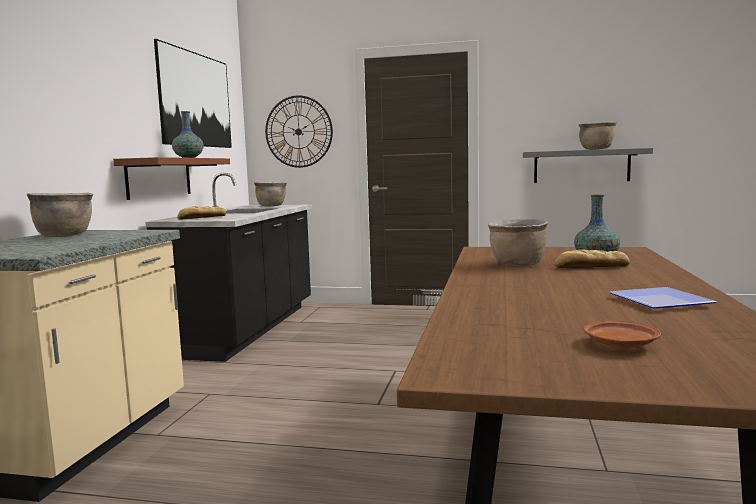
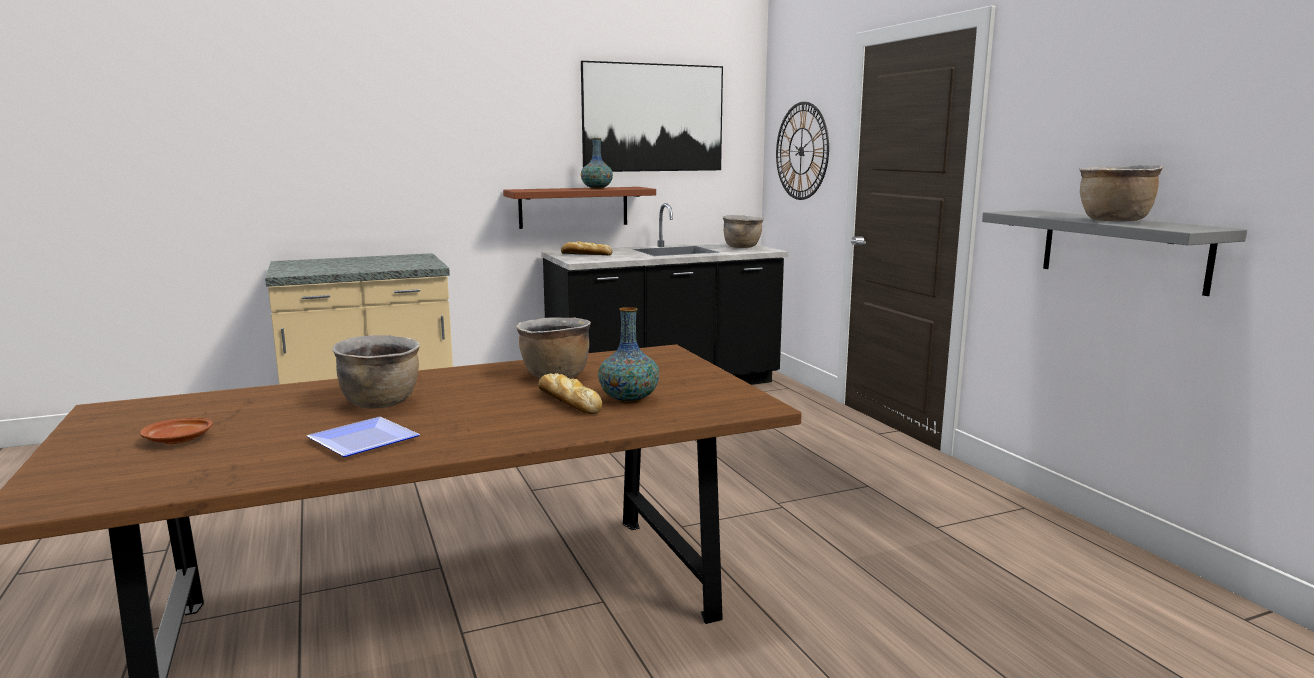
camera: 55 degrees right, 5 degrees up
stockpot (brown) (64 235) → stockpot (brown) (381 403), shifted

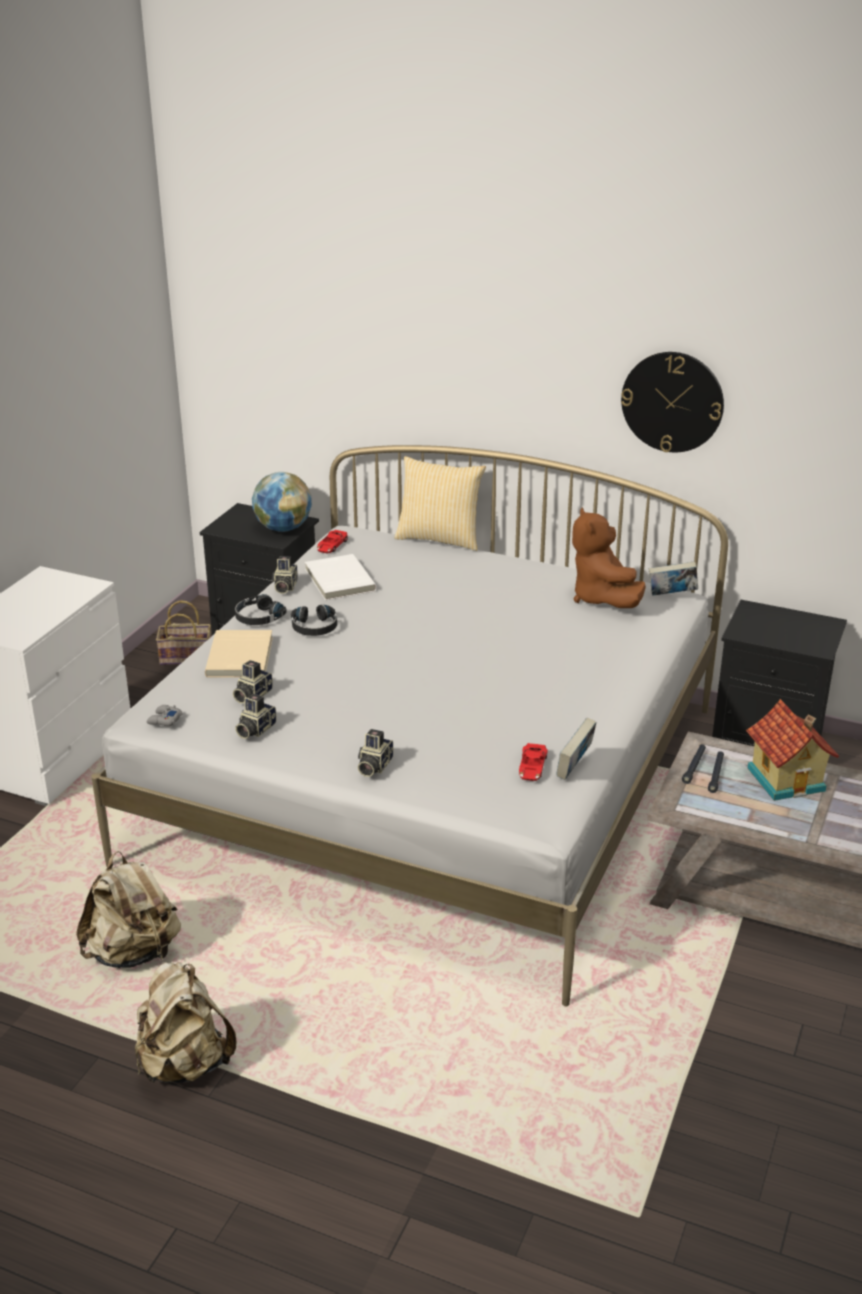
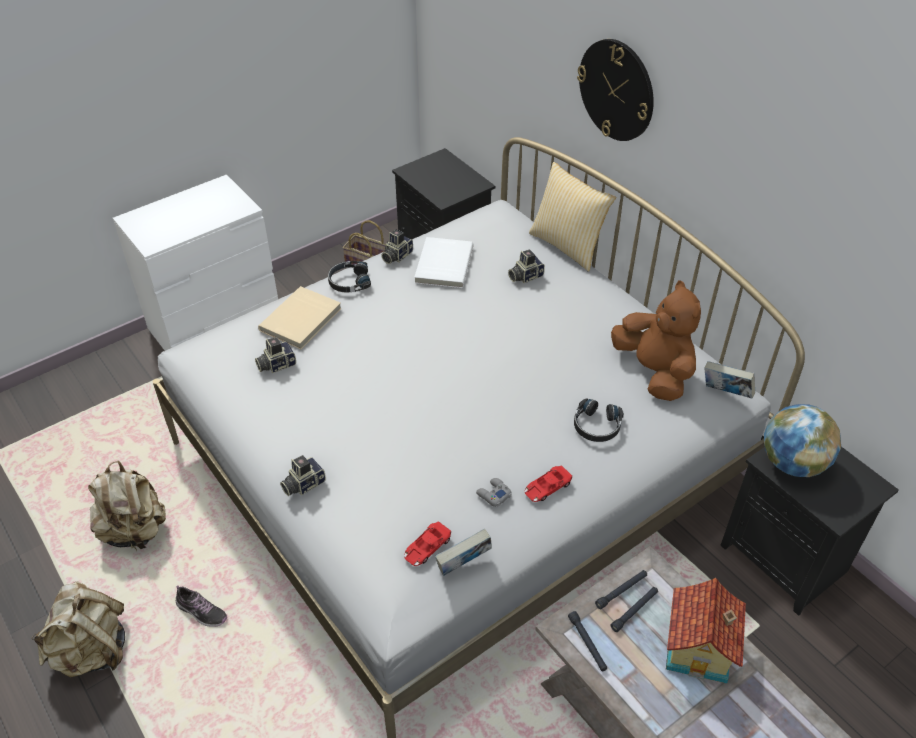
camera: 30 degrees right, 15 degrees up
clock on the wall (672 402) → clock on the wall (616 90), shifted
desk globe (283 528) → desk globe (792 463), shifted
soft toy (brown) (602 598) → soft toy (brown) (654 372), 135 degrees clockwise
toy car (red) (331 545) → toy car (red) (547 487), shifted
pair of headphones (black-coloured) (314 627) → pair of headphones (black-coloured) (596 426), shifted
still camera (254 729) → still camera (525 276), shifted
game controller (gray) (164 720) → game controller (gray) (493 494), shifted
- → shoe (201 612)
- → flashlight (black-coloured) (587 643)

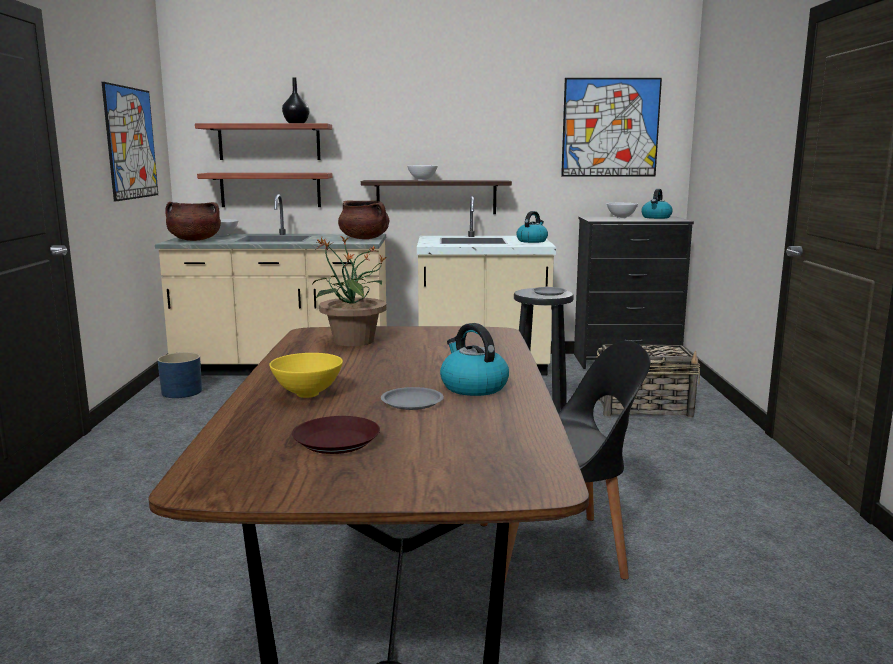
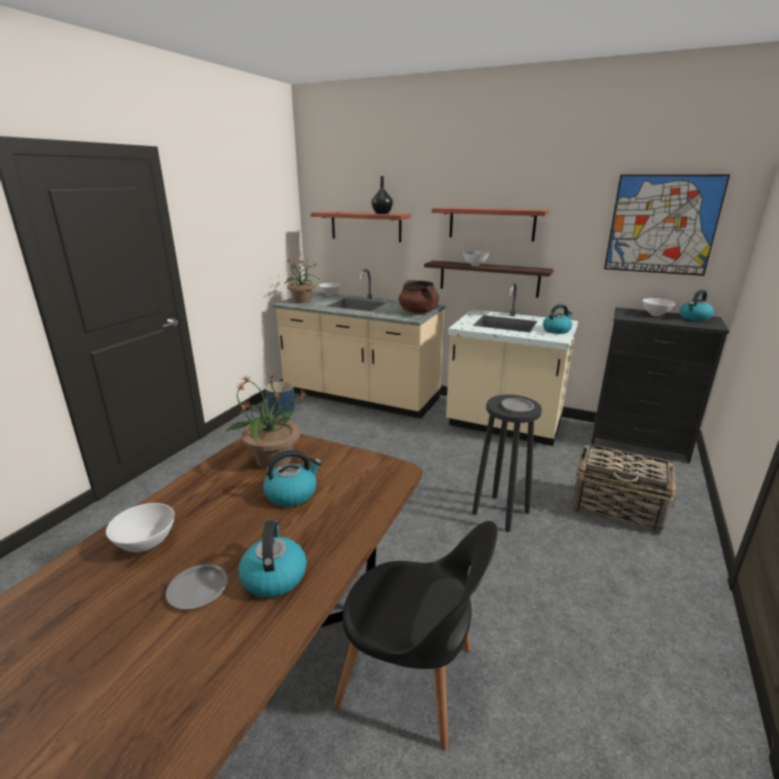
camera: 25 degrees right, 10 degrees up
wall picture (131 143) → -
shelf (270 190) → shelf (491 223), shifted
stockpot (brown) (194 240) → plant in a pot (302 301)
bowl (yellow-coloured) (308 394) → bowl (white-coloured) (146 545)
dinner plate (brown) (337 442) → -
- → water kettle (292 494)

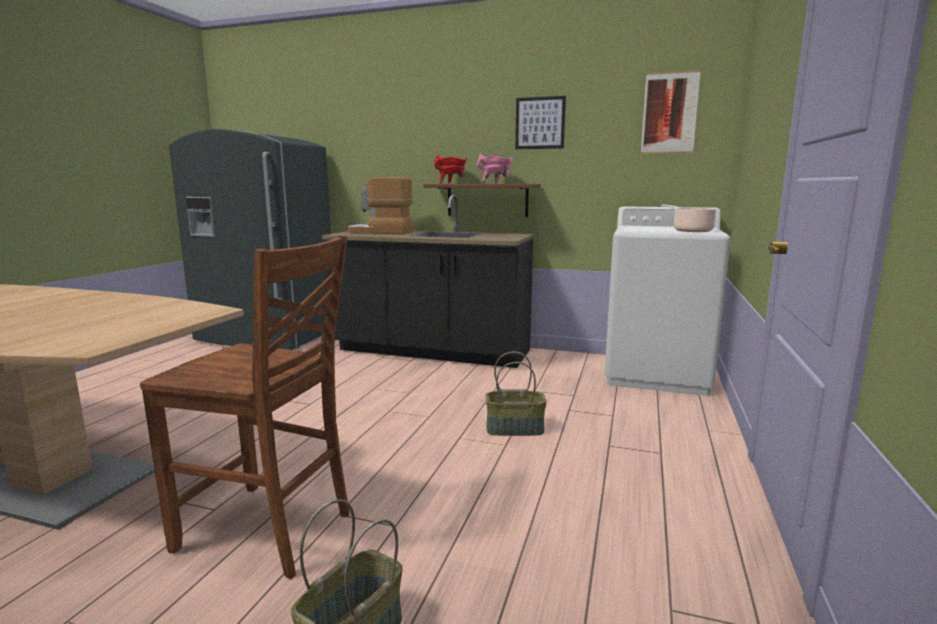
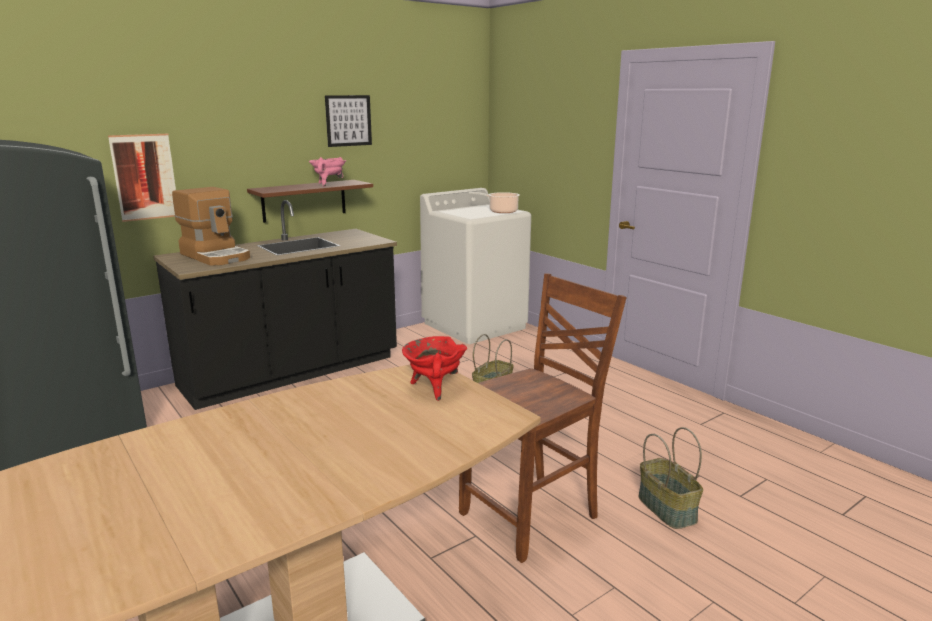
camera: 55 degrees left, 5 degrees up
wall picture (669 113) → wall picture (145 177), shifted
stockpot (red) (451 183) → stockpot (red) (434 388), shifted
coffee machine (380 232) → coffee machine (216 256), 90 degrees counterclockwise

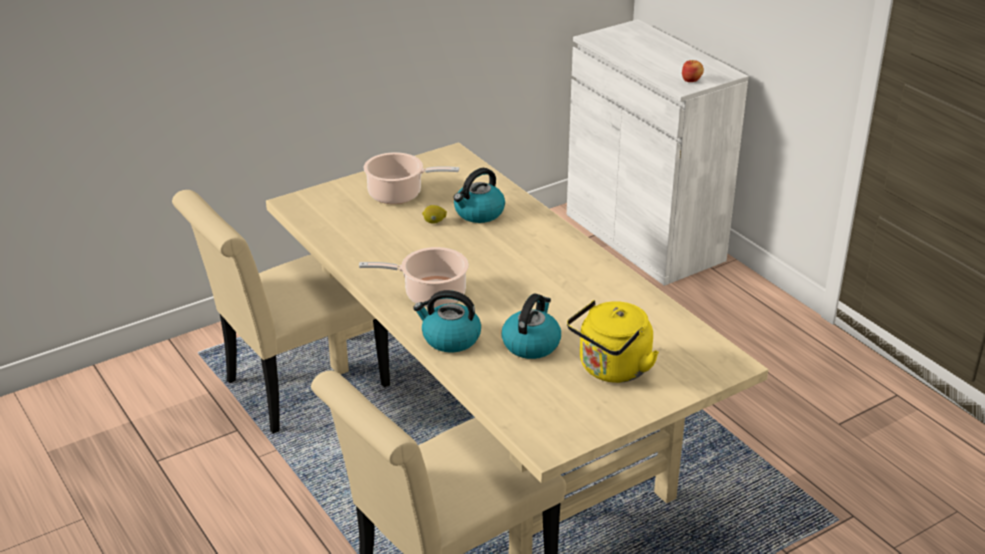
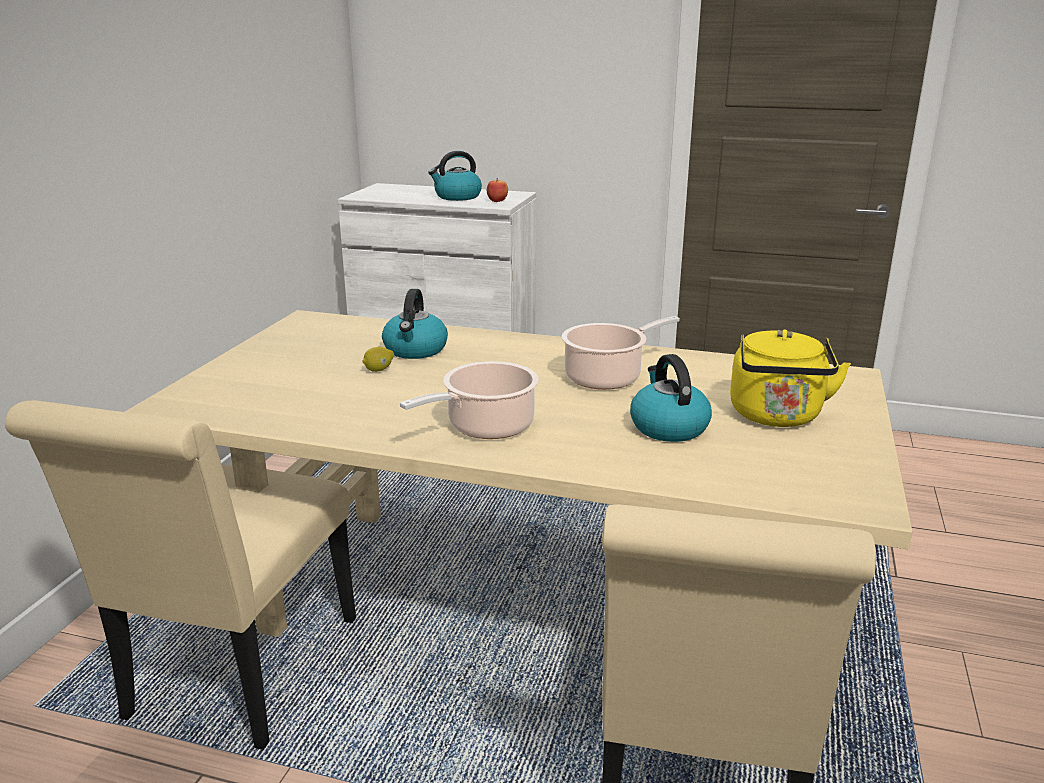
camera: 40 degrees left, 10 degrees down
stockpot (399 194) → stockpot (607 377), shifted
water kettle (450 338) → water kettle (457 197), shifted

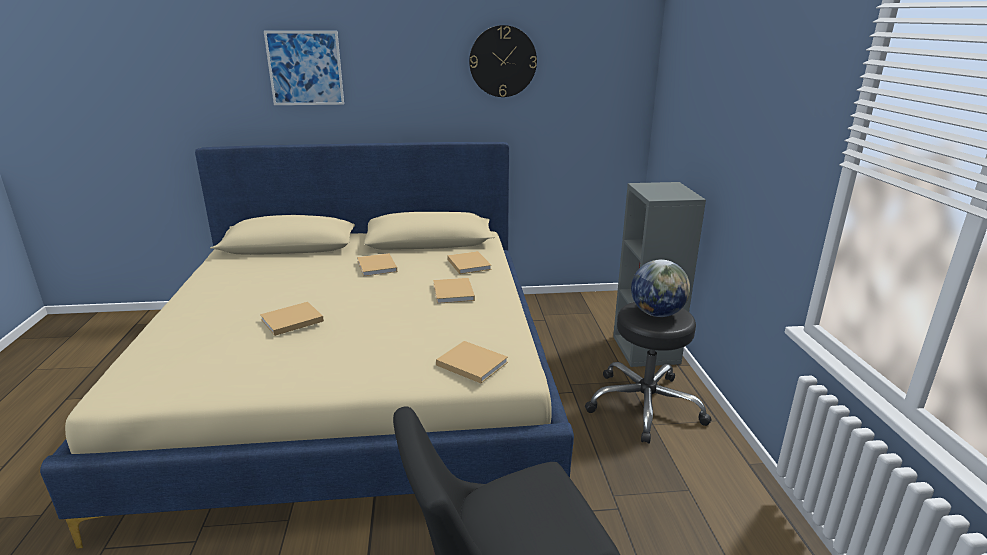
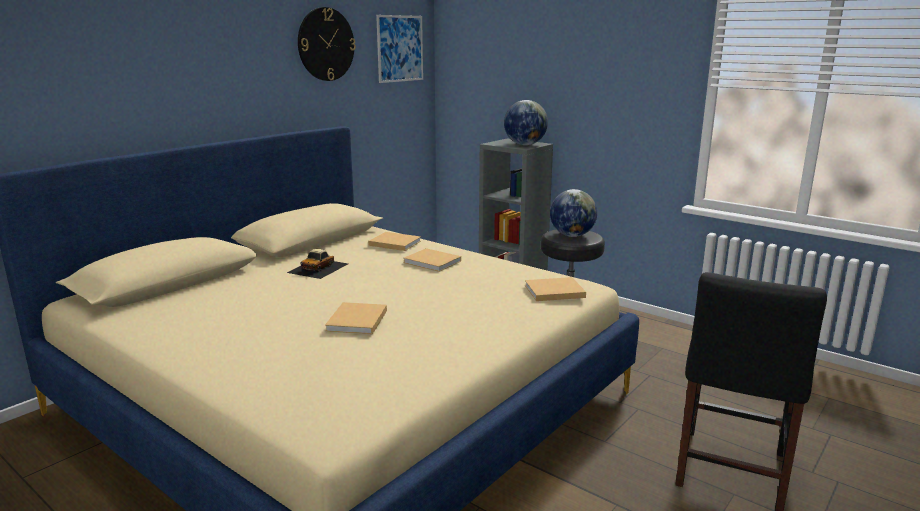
camera: 45 degrees left, 5 degrees down
wall picture (305 68) → wall picture (400 48), shifted
bound book (beige-coloured) (377 267) → toy car (318 268)
- → desk globe (525 144)

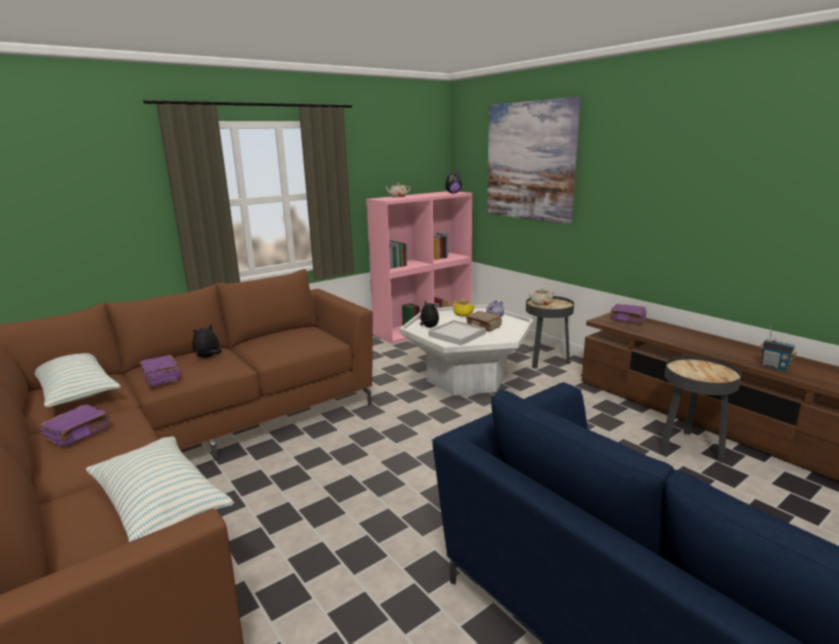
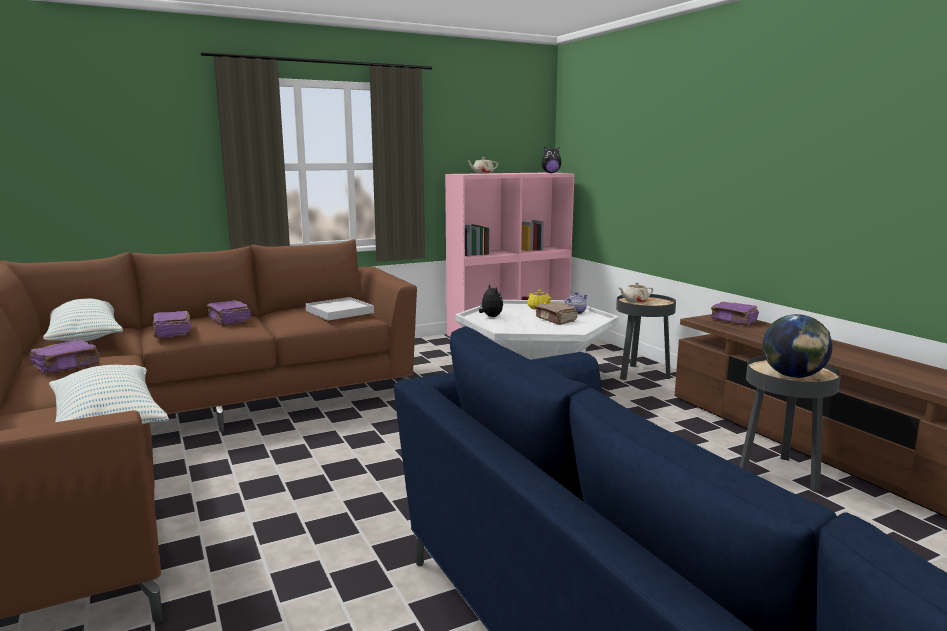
camera: 10 degrees right, 5 degrees down
wall picture (530 161) → -
carrying tray (white-coloured) (457 335) → carrying tray (white-coloured) (339 312), shifted
soft toy (208 357) → bound book (purple-coloured) (229 320)
radio (774 367) → -
- → desk globe (793 376)

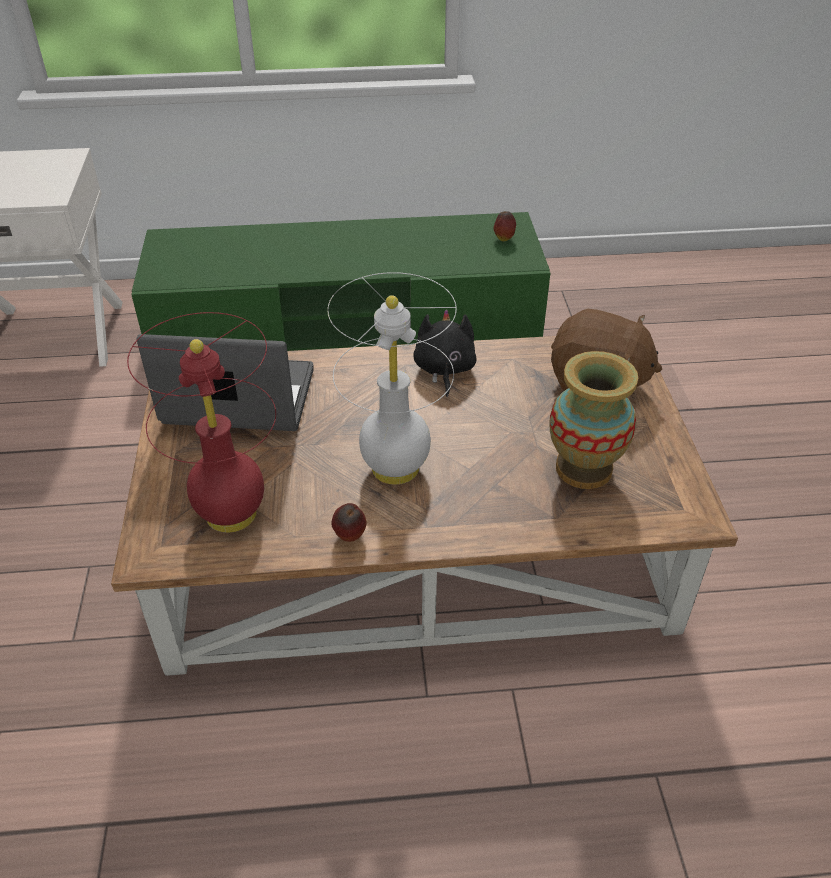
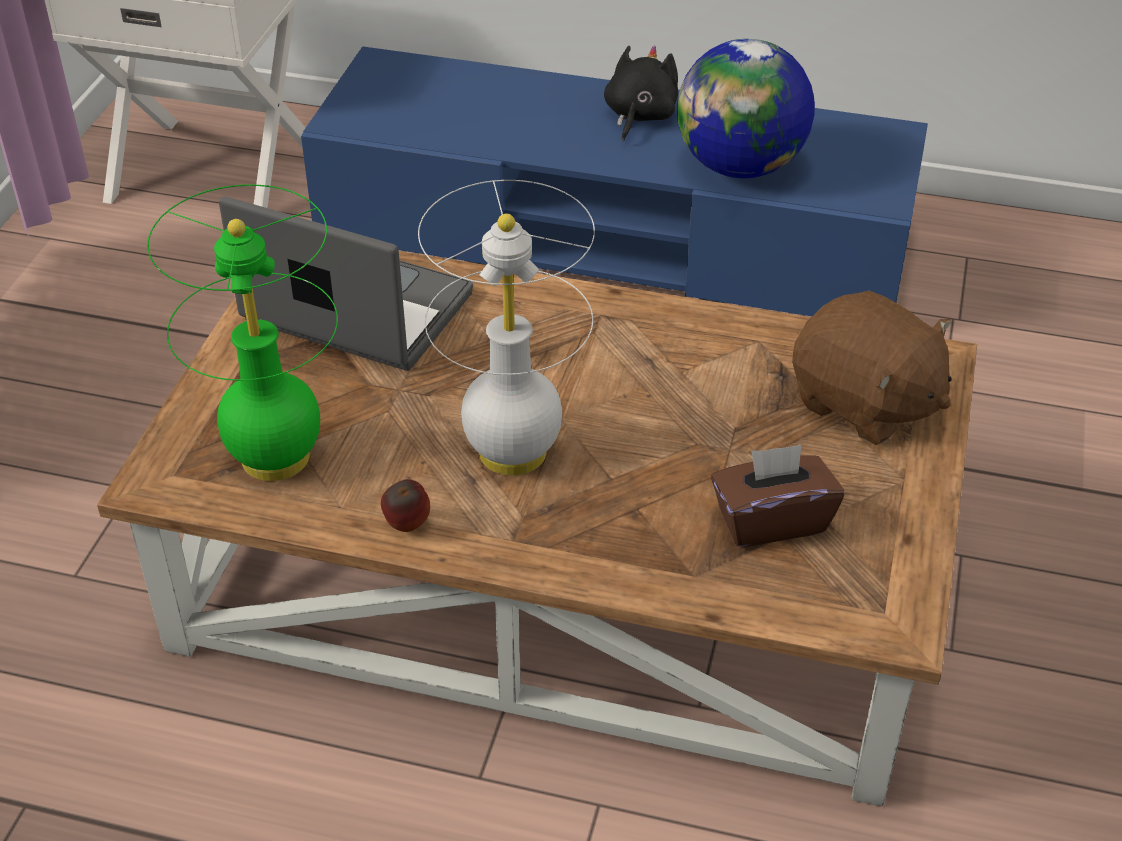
camera: 20 degrees right, 0 degrees up
apple fruit (504 238) → -
tv stand (green) (346 322) → tv stand (bluish) (612 237)
soft toy (black-coloured) (444 369) → soft toy (black-coloured) (639 116), shifted
lamp for a table (red) (231 513) → lamp for a table (green) (275 456)
flower vase (583 469) → tissue box (brown) (771 520)
- → desk globe (740 167)

